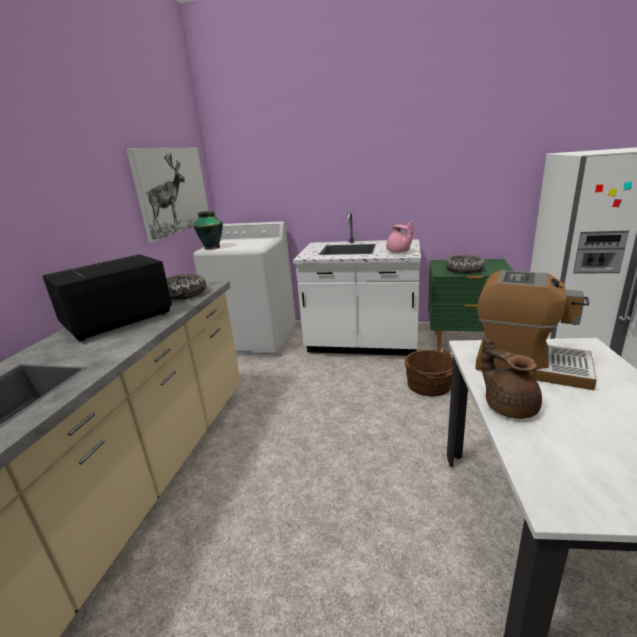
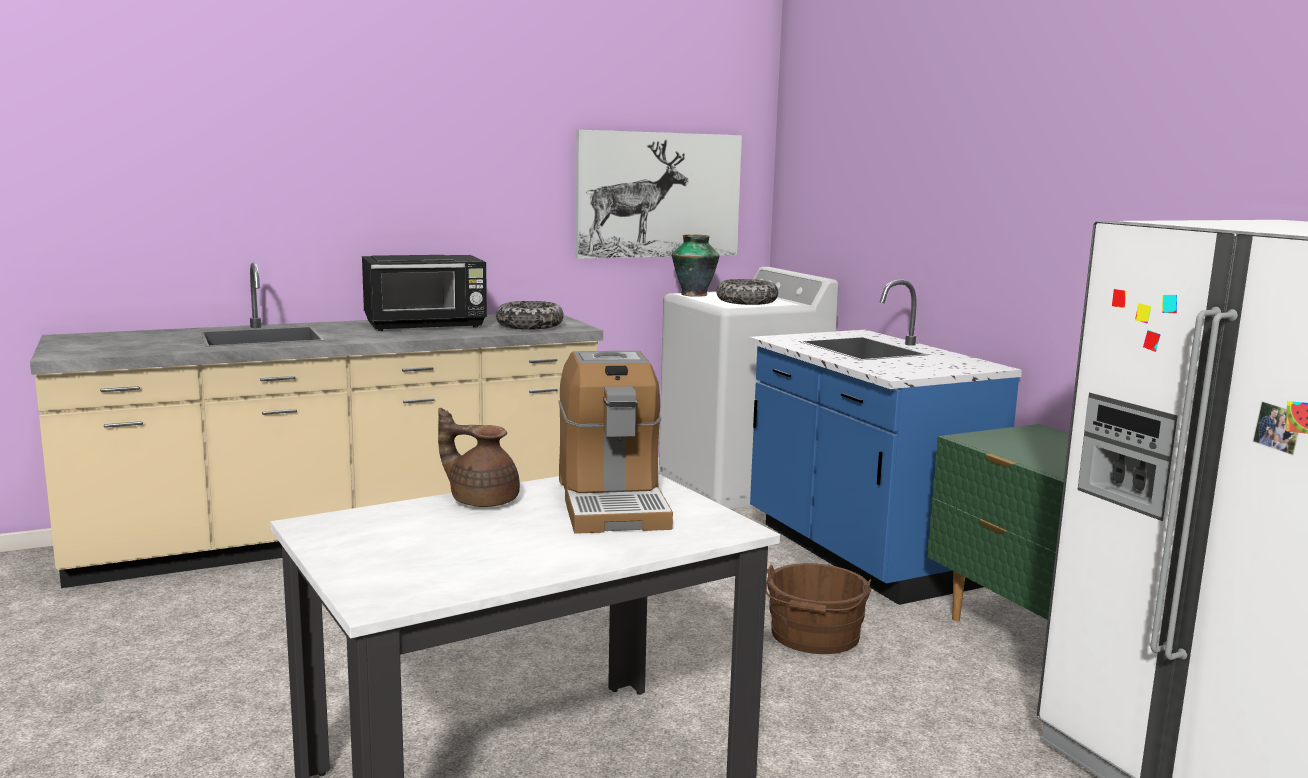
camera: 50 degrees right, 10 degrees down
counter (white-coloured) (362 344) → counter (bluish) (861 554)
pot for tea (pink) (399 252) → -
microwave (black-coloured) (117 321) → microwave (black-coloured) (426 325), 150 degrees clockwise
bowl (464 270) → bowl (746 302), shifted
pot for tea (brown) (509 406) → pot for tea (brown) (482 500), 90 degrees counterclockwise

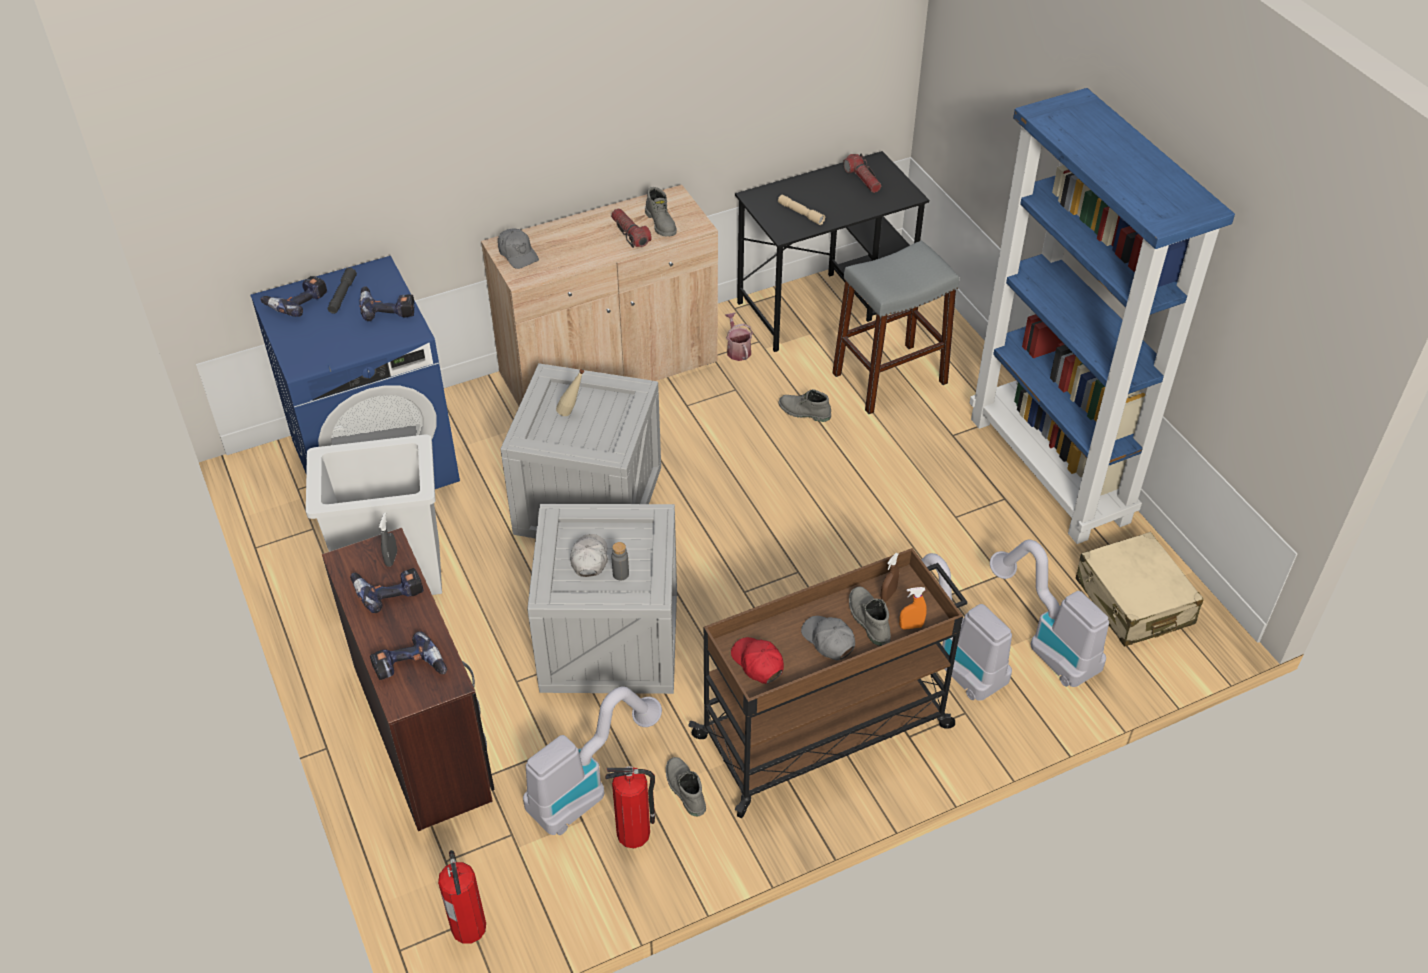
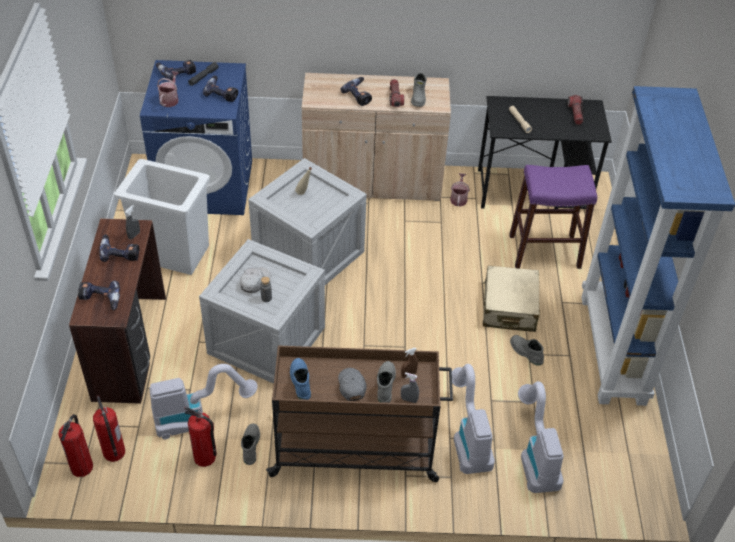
camera: 25 degrees right, 0 degrees up
peaked cap (gray) (518 254) → -
stool seat (gray) (889 378) → stool seat (purple-coloured) (544 251)
high-top boot (gray) (804 412) → high-top boot (gray) (525 352), shifted
travel case (beige-coloured) (1133 602) → travel case (beige-coloured) (509 307), shifted
spray bottle (orange) (911 626) → spray bottle (gray) (409 399)
peaked cap (red) (757 663) → high-top boot (bluish) (300 381)
- → watering pot (170 99)
- → power drill (360 95)
- → extinguisher (114 452)

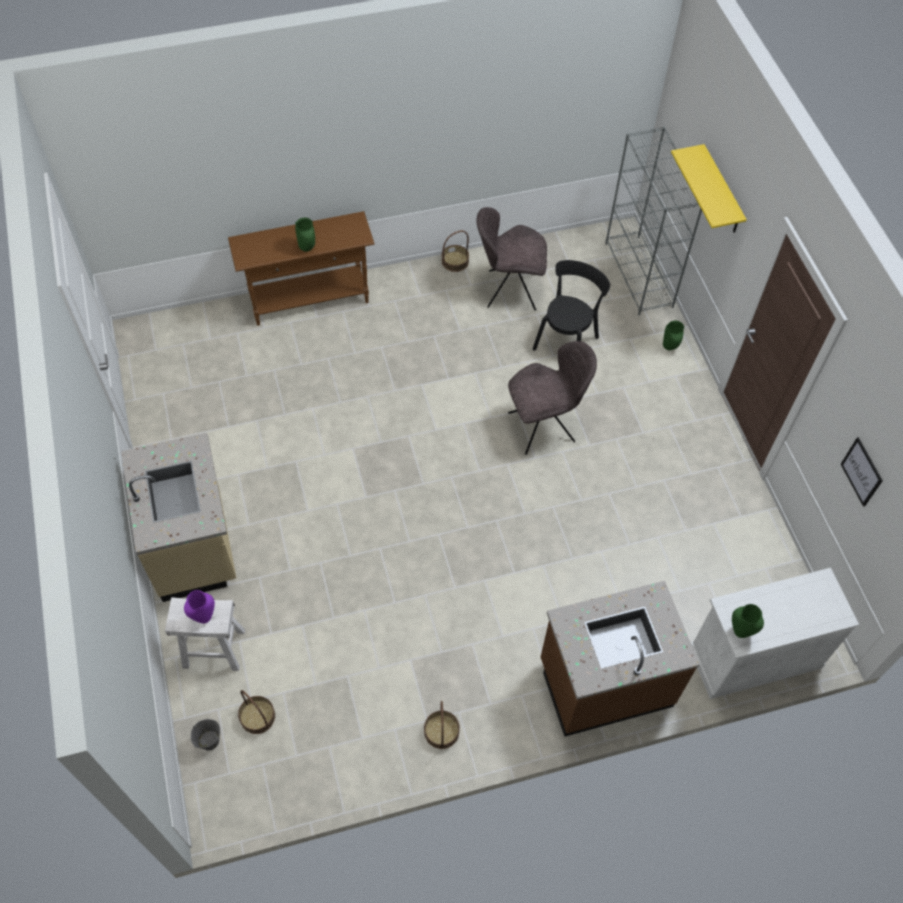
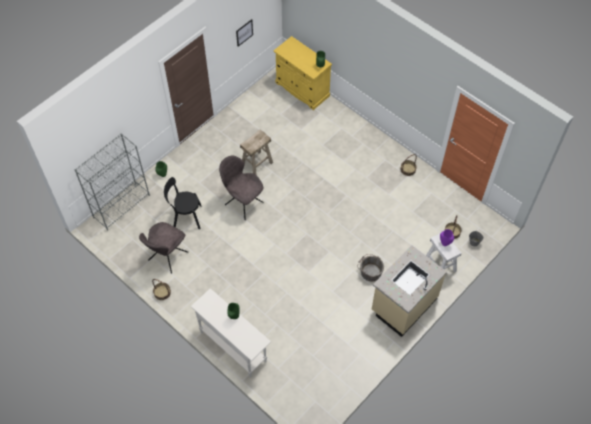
camera: 120 degrees left, 0 degrees up
shelf (yellow-coloured) (721 191) → -
plain chair (gray) (509 290) → plain chair (gray) (167 257), 60 degrees clockwise
console table (brown) (310 300) → console table (white-coloured) (233 346)
cupboard (white-coloured) (754 656) → cupboard (yellow-coloured) (302 89)
counter (brown) (604 682) → -
- → stool seat (beige-coloured) (257 163)
- → bucket (gray) (369 271)

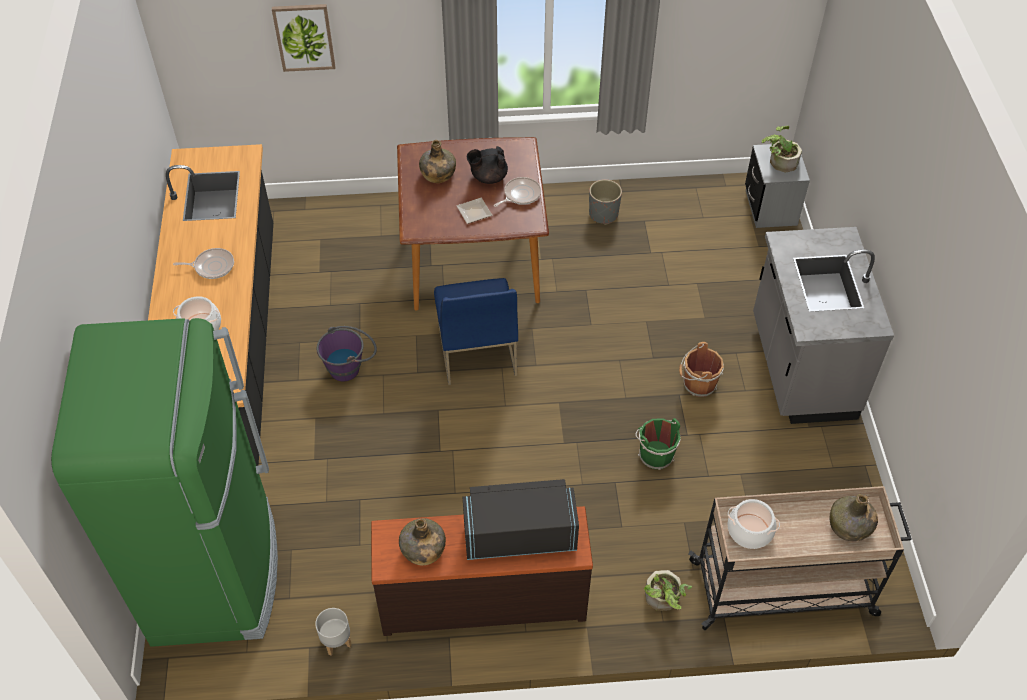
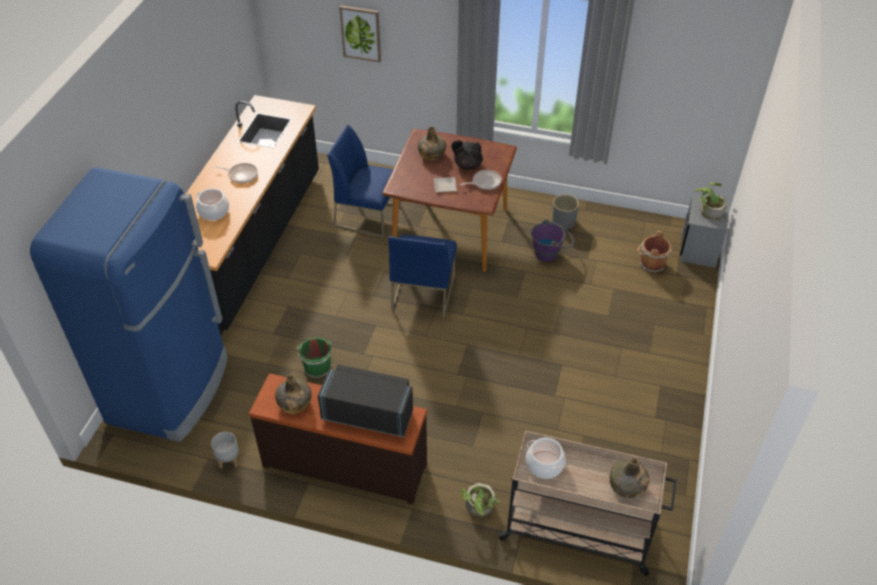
camera: 20 degrees right, 5 degrees down
counter (gray) (800 368) → -
refrigerator (green) (216 574) → refrigerator (bluish) (170 390)
bucket (purple-coloured) (350 366) → bucket (purple-coloured) (550 253), shifted
bucket (brown) (698 384) → bucket (brown) (650 264), shifted
bucket (green) (655 454) → bucket (green) (317 367), shifted
- → plain chair (bluish) (368 215)

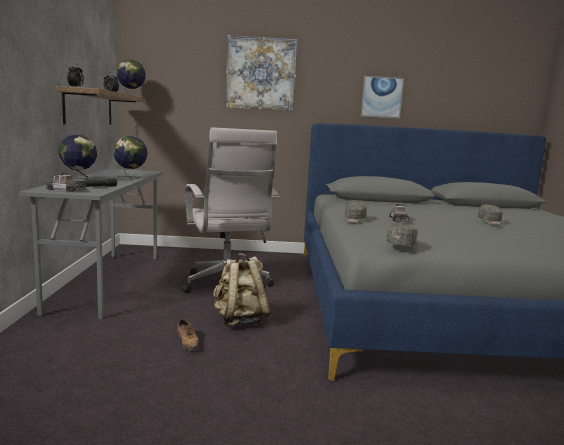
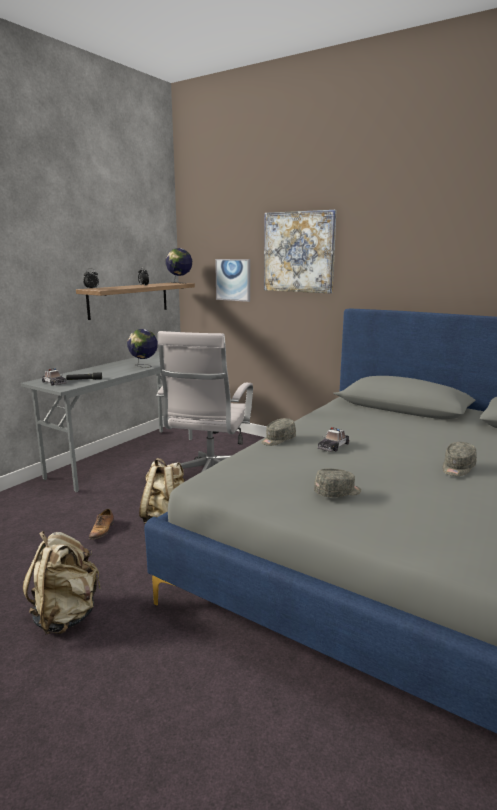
camera: 35 degrees right, 5 degrees up
wall picture (381 97) → wall picture (233 280), shifted
desk globe (79 179) → -
peaked cap (gray) (402 245) → peaked cap (gray) (338 493), shifted
- → rucksack (beige-coloured) (66 615)

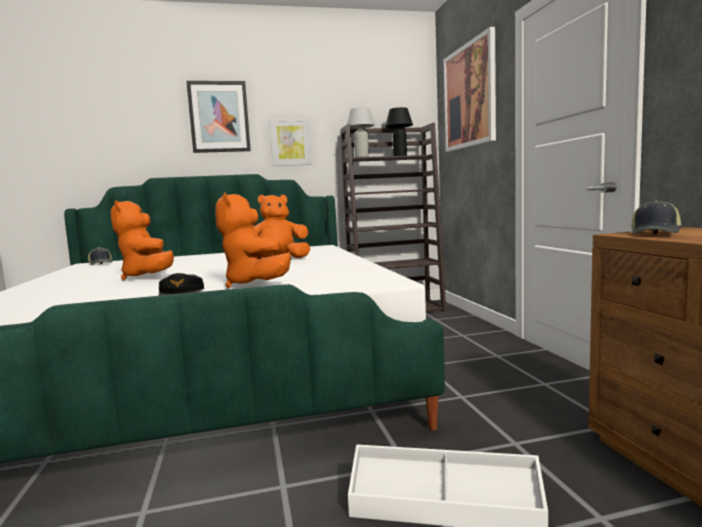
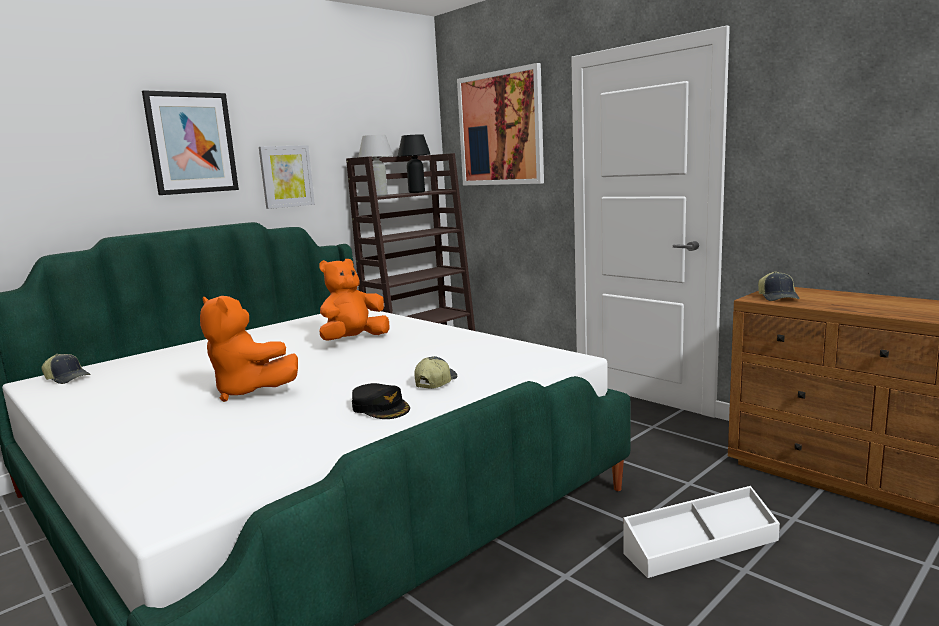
camera: 30 degrees left, 5 degrees up
soft toy (orange) (255 284) → peaked cap (435 382)

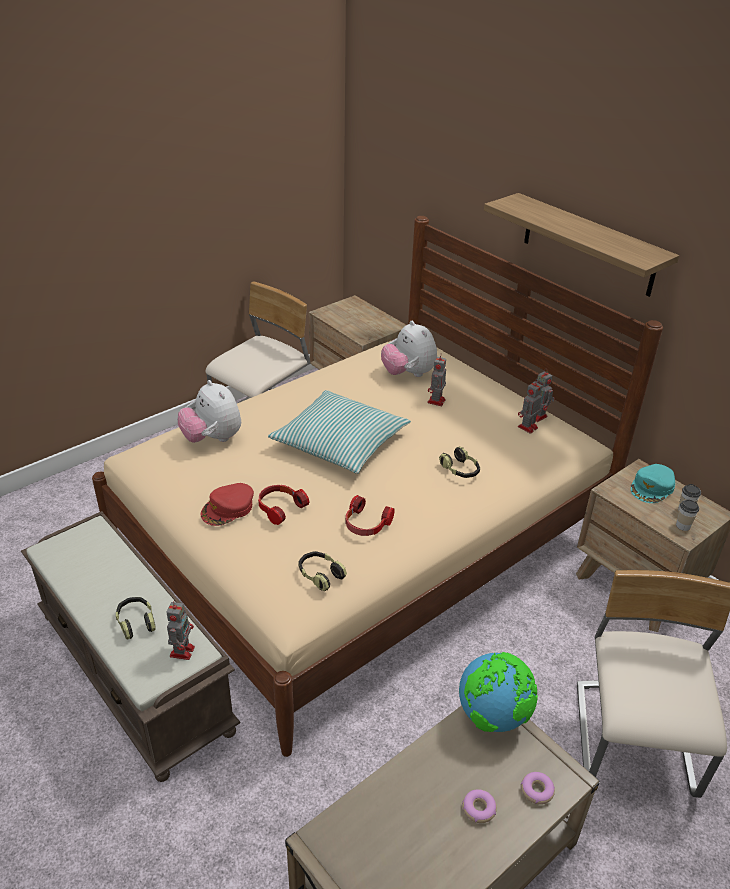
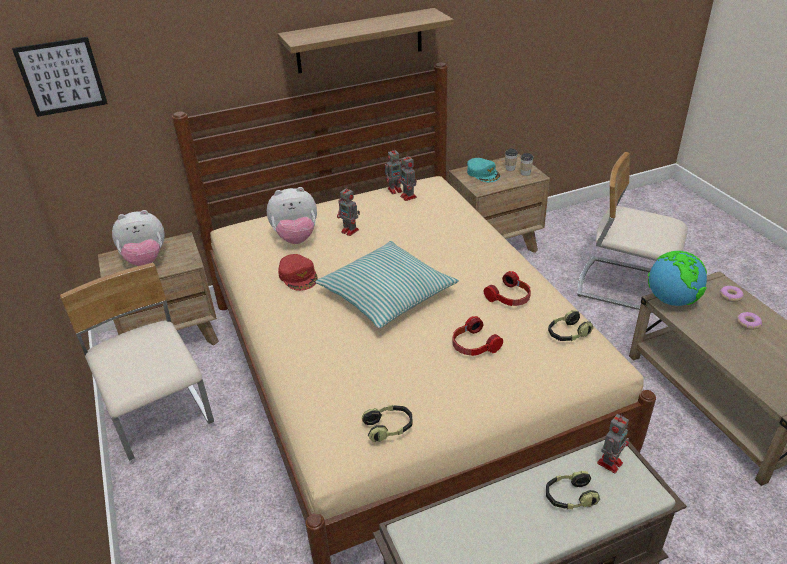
camera: 70 degrees left, 0 degrees up
soft toy (212 438) → soft toy (145 260), shifted
pair of headphones (460 470) → pair of headphones (389 428), shifted
peaked cap (red) (228 509) → peaked cap (red) (298 276), shifted
model robot (182 650) → model robot (610 462), 105 degrees clockwise
- → wall picture (61 76)

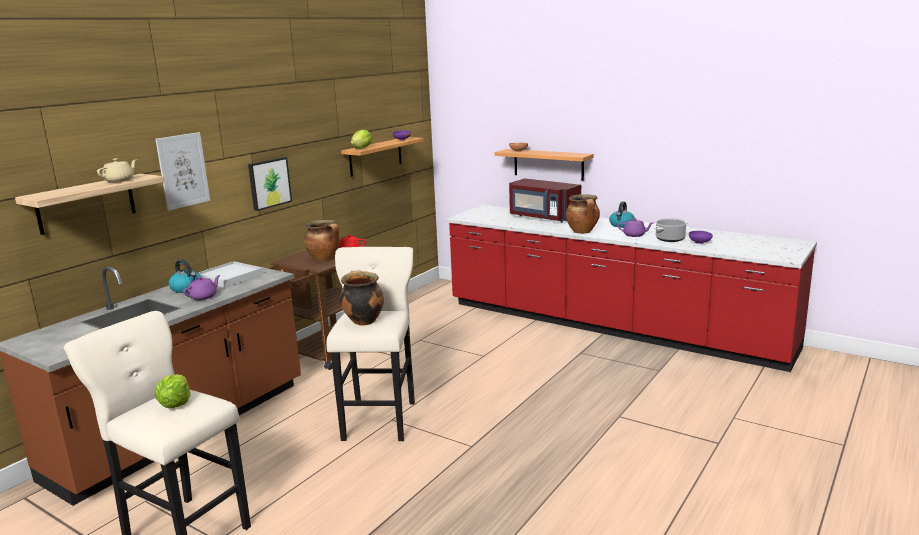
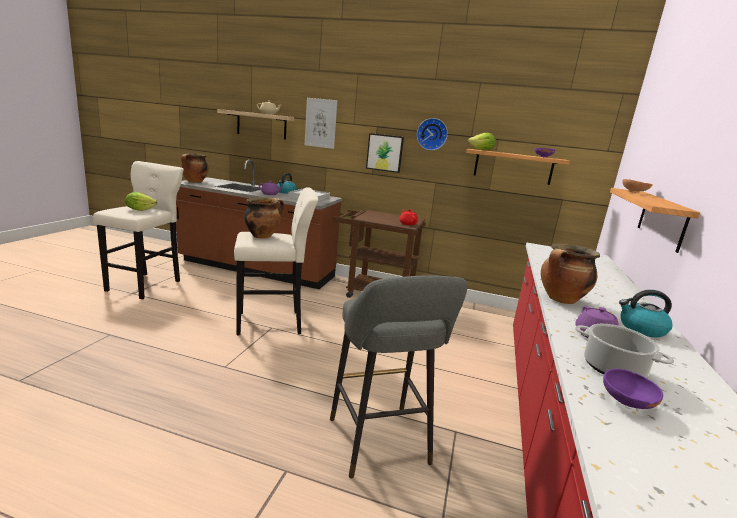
camera: 70 degrees right, 0 degrees up
microwave (red) (543 217) → -
stockpot (325 259) → stockpot (194 182), shifted
- → clock on the wall (432 134)
- → stool seat (gray) (380 445)

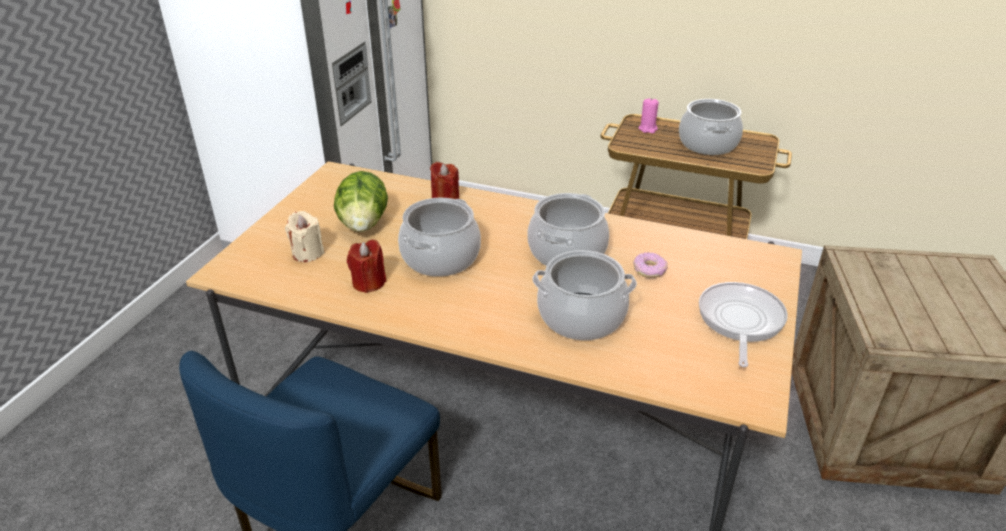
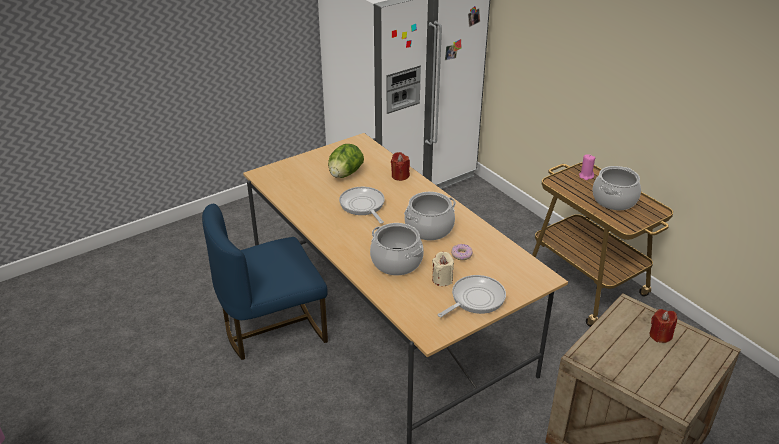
camera: 35 degrees right, 0 degrees up
stockpot (441 258) → pan (363 206)
wax light (beige-coloured) (307 253) → wax light (beige-coloured) (442 279), shifted
wax light (red) (368 283) → wax light (red) (660 335), shifted

